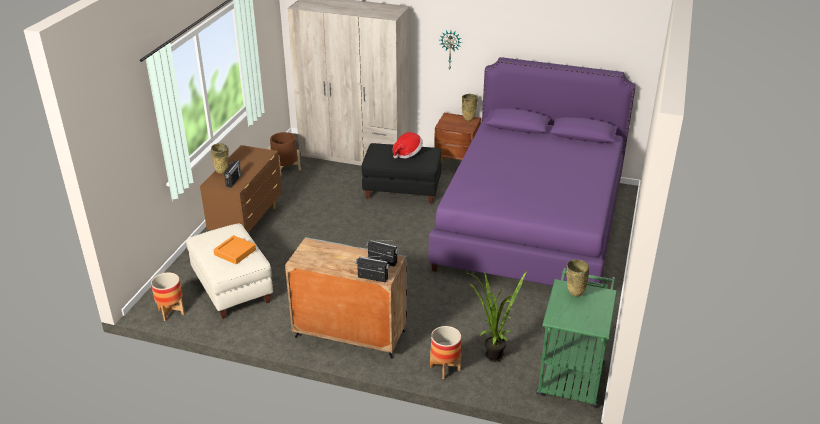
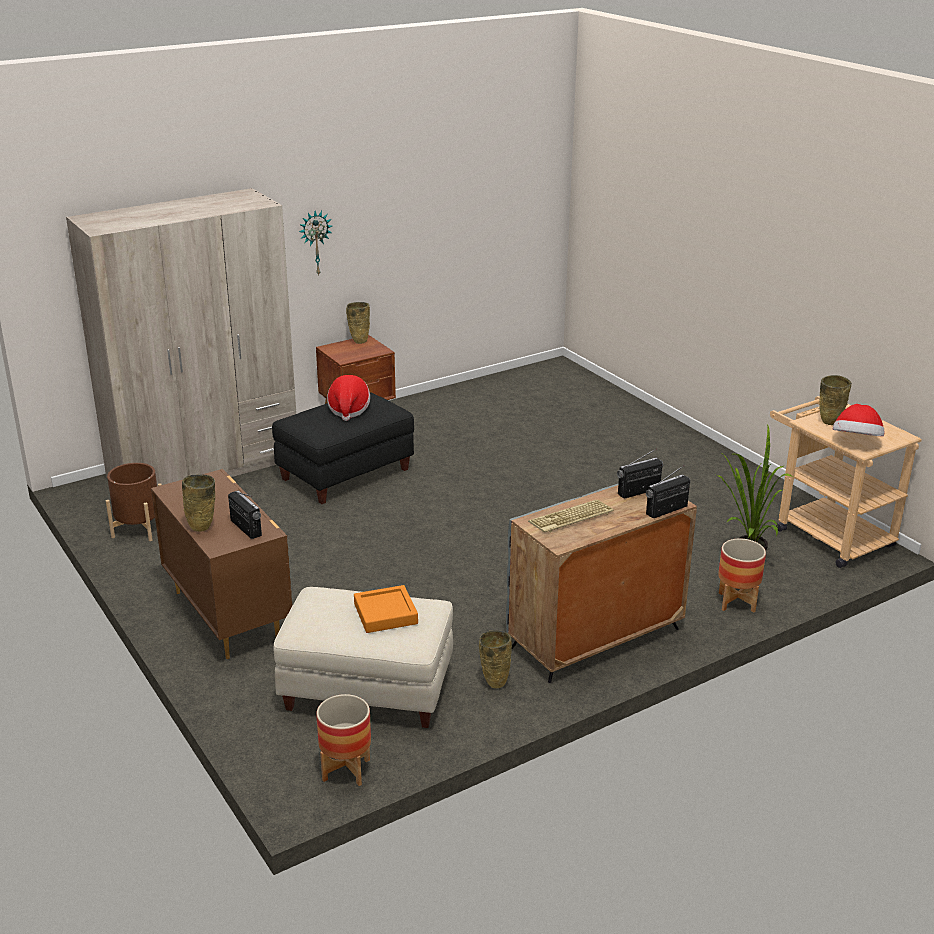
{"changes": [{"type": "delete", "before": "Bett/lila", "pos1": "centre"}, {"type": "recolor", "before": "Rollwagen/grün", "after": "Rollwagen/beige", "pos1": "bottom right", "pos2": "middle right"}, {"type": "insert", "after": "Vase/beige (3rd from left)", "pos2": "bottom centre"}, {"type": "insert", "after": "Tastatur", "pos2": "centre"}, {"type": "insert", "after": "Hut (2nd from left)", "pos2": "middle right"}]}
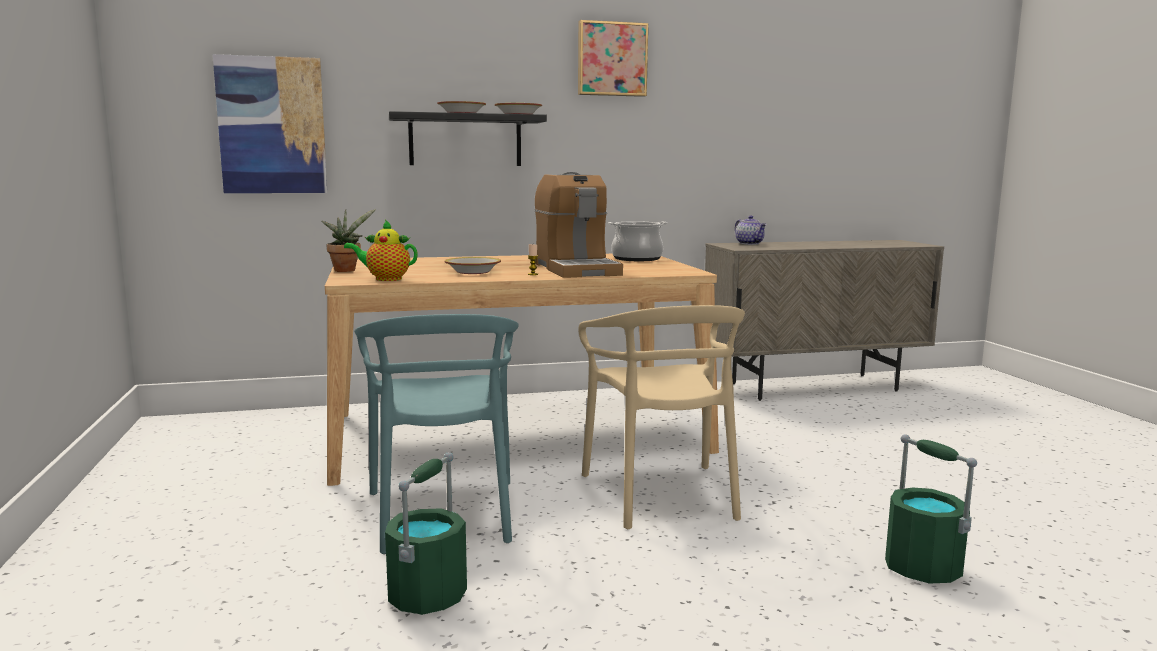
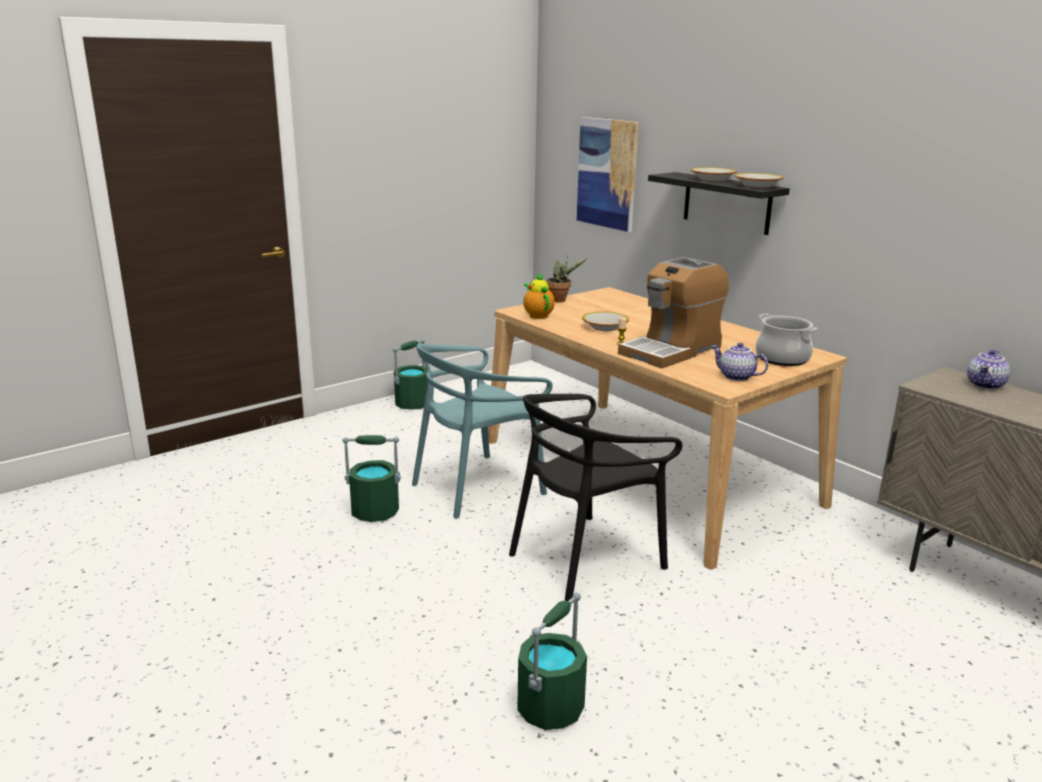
{"changes": [{"type": "delete", "before": "Bild (2nd from left)", "pos1": "top centre"}, {"type": "recolor", "before": "Stuhl/beige", "after": "Stuhl/schwarz", "pos1": "centre", "pos2": "centre"}, {"type": "insert", "after": "Eimer/grün (2nd from left)", "pos2": "centre"}, {"type": "insert", "after": "Teekanne (2nd from left)", "pos2": "middle right"}]}
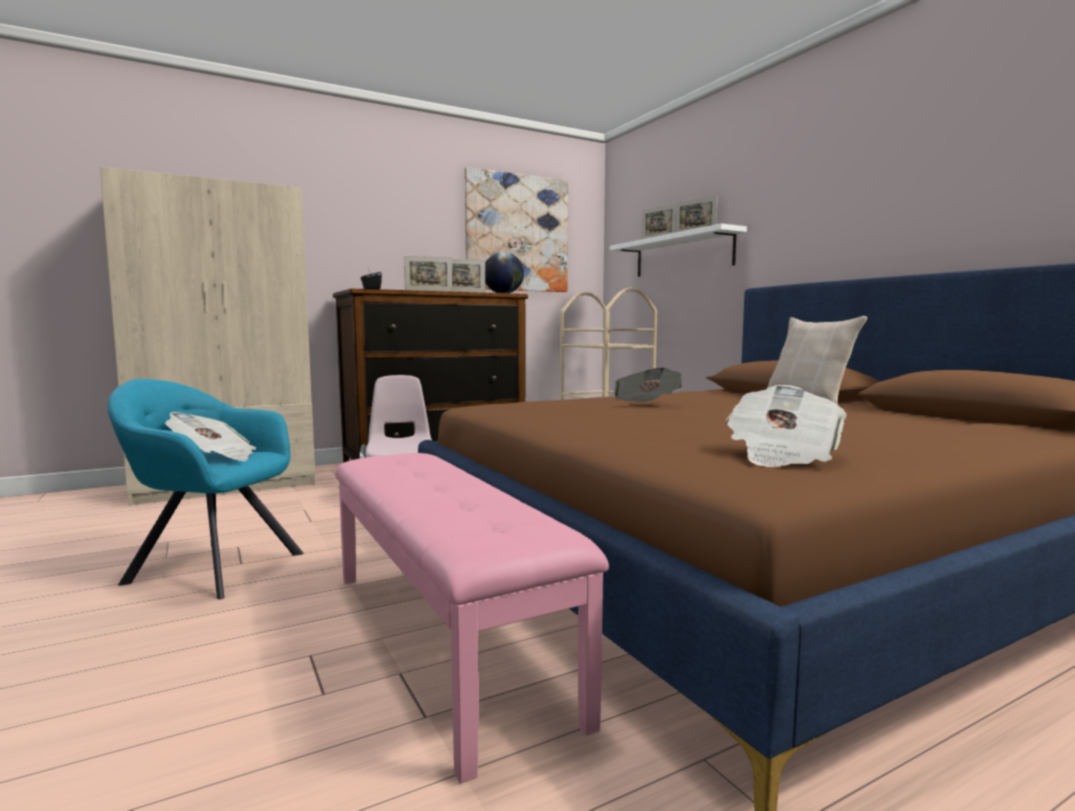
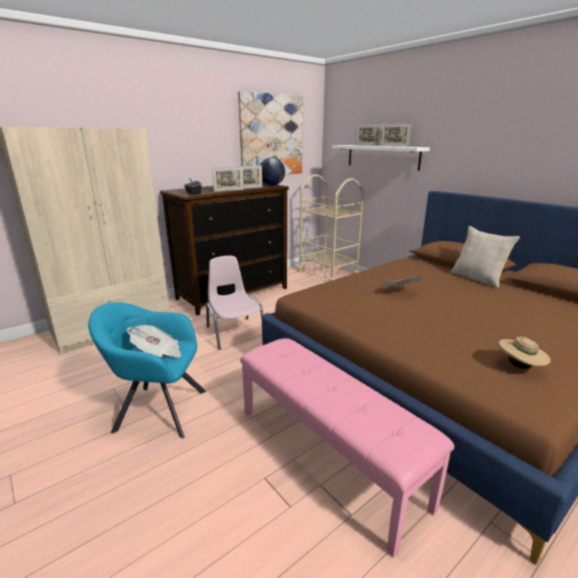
{"changes": [{"type": "replace", "before": "Zeitung (3rd from left)", "after": "Hut/beige", "pos1": "middle right", "pos2": "middle right"}]}
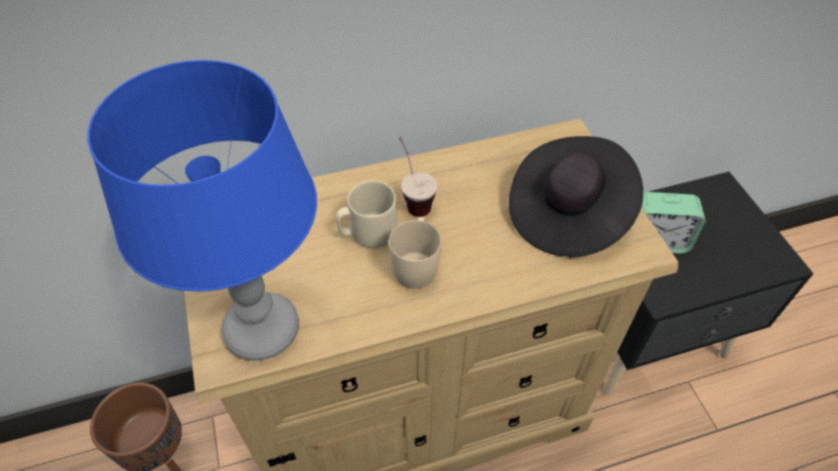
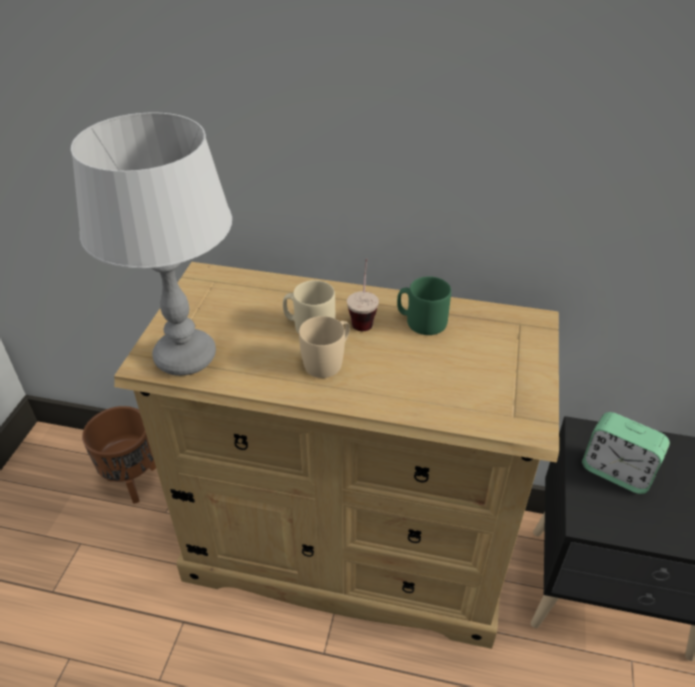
{"changes": [{"type": "recolor", "before": "Tischlampe/blau", "after": "Tischlampe/grau", "pos1": "middle left", "pos2": "middle left"}, {"type": "delete", "before": "Hut/schwarz", "pos1": "middle right"}, {"type": "insert", "after": "Henkelbecher/grün", "pos2": "centre"}]}
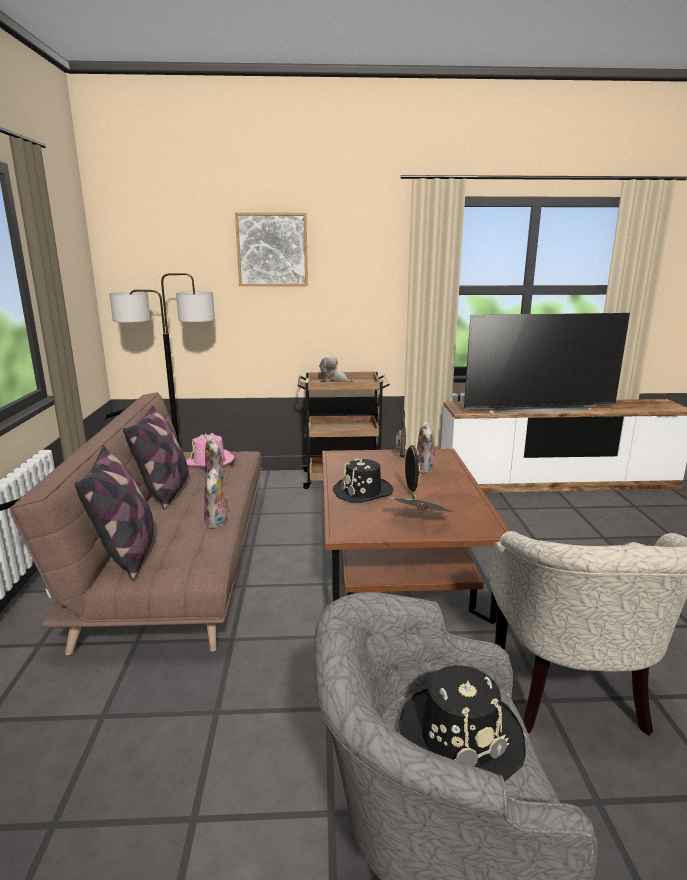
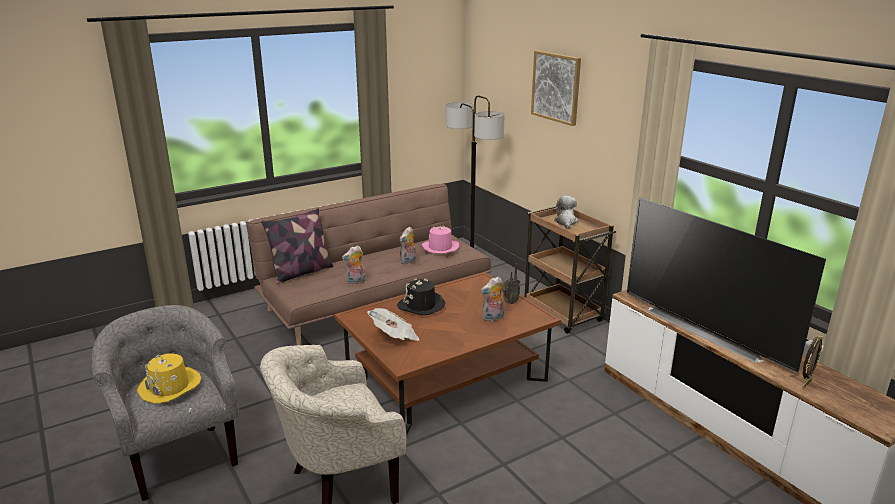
{"changes": [{"type": "delete", "before": "Kissen (2nd from left)", "pos1": "middle left"}, {"type": "recolor", "before": "Hut/schwarz (2nd from left)", "after": "Hut/gelb", "pos1": "bottom right", "pos2": "bottom left"}, {"type": "move", "before": "Bilderrahmen", "pos1": "centre", "pos2": "bottom right"}]}
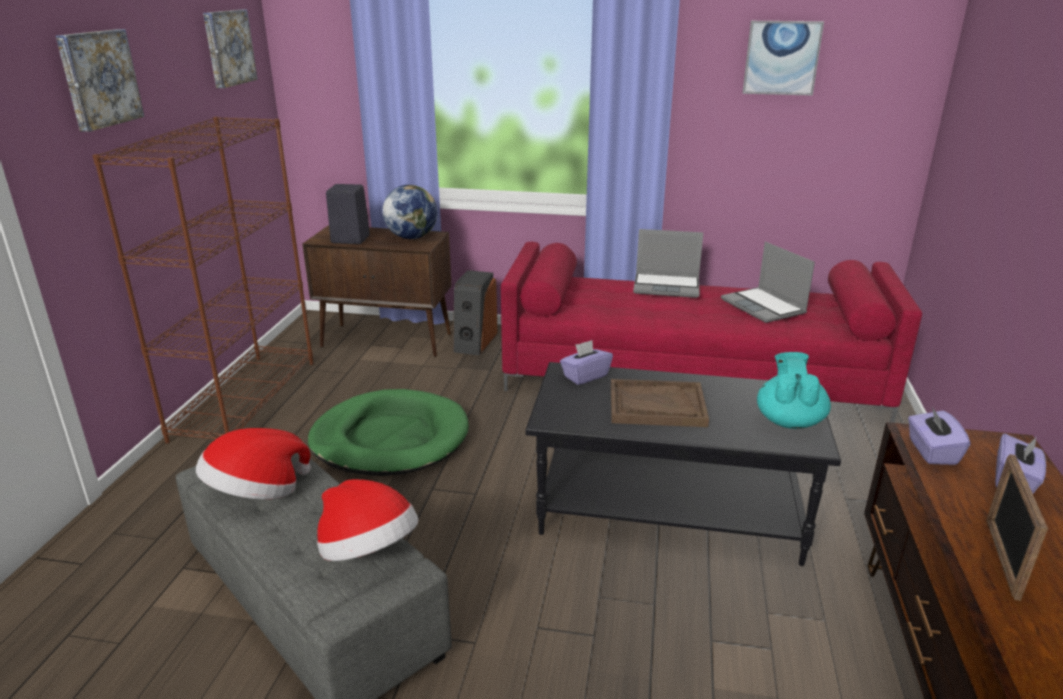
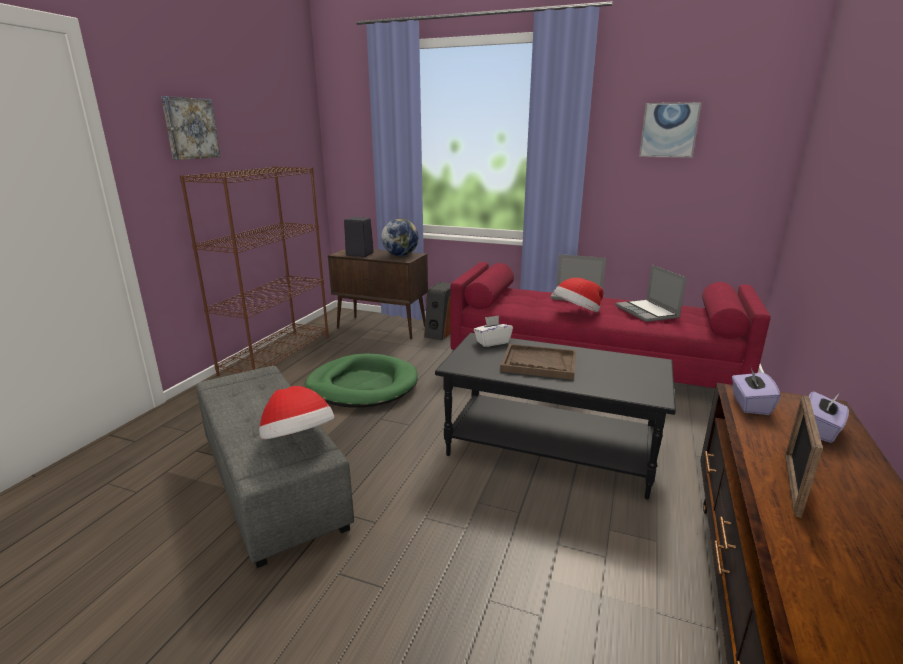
{"changes": [{"type": "move", "before": "Hut (1st from left in the first image)", "after": "Hut (2nd from left)", "pos1": "middle left", "pos2": "centre"}, {"type": "delete", "before": "Bild (2nd from left)", "pos1": "top left"}, {"type": "recolor", "before": "Taschentuchbox/lila (1st from left)", "after": "Taschentuchbox/weiß", "pos1": "centre", "pos2": "centre"}, {"type": "delete", "before": "Teekanne/türkis", "pos1": "middle right"}]}
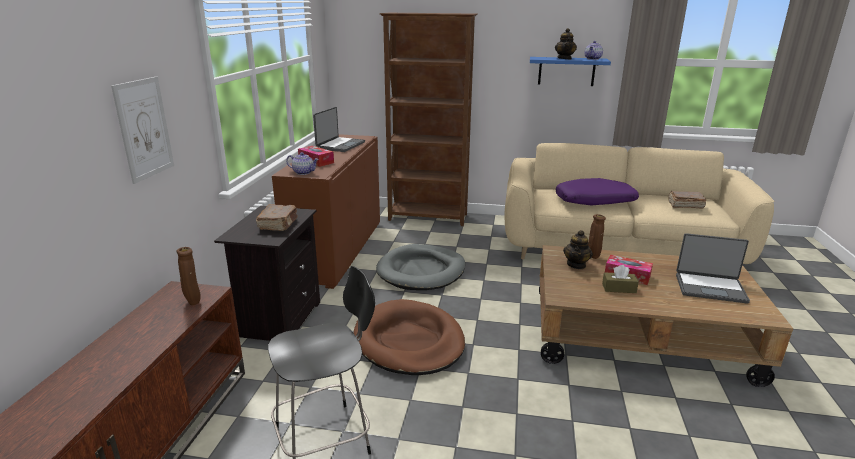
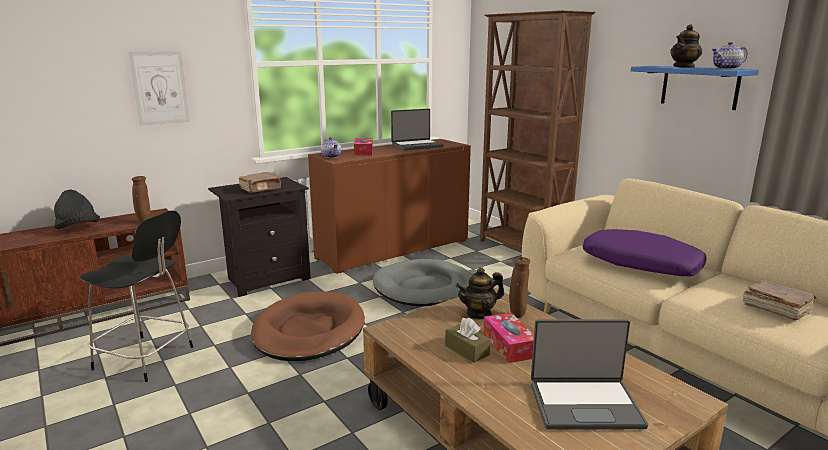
{"changes": [{"type": "rotate", "before": "Laptop (2nd from left)", "pos1": "middle right", "pos2": "bottom right", "turn": -60}, {"type": "insert", "after": "Hut/schwarz", "pos2": "middle left"}]}
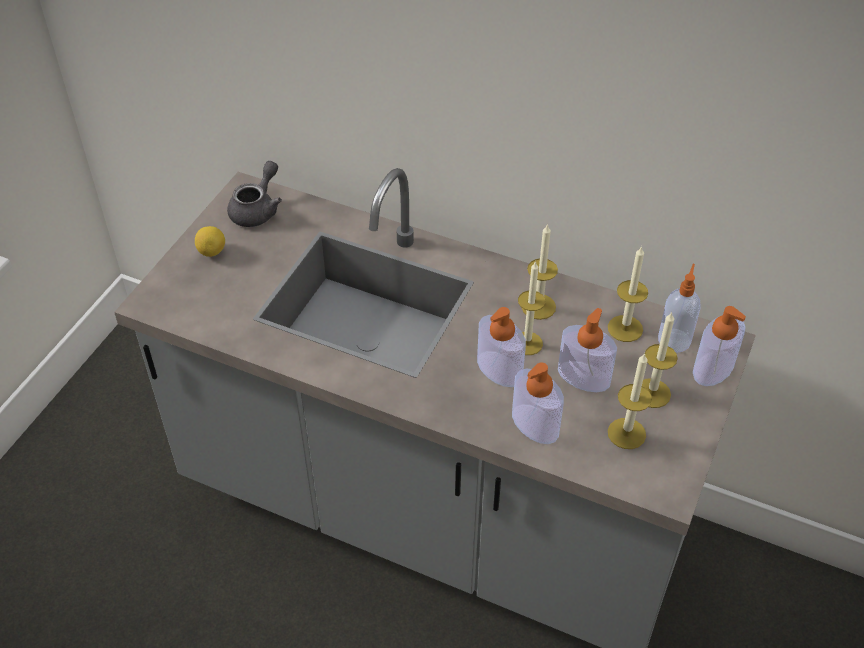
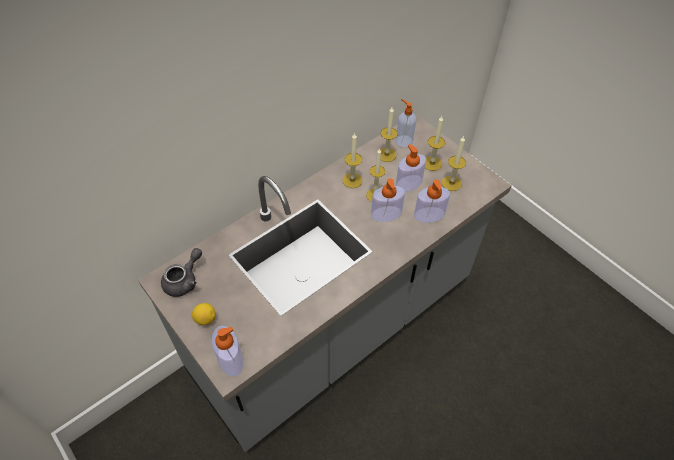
{"changes": [{"type": "rotate", "before": "Teekanne/grau", "pos1": "top left", "pos2": "middle left", "turn": 75}, {"type": "move", "before": "Seifenspender (5th from left in the first image)", "after": "Seifenspender (1st from left)", "pos1": "middle right", "pos2": "bottom centre"}]}
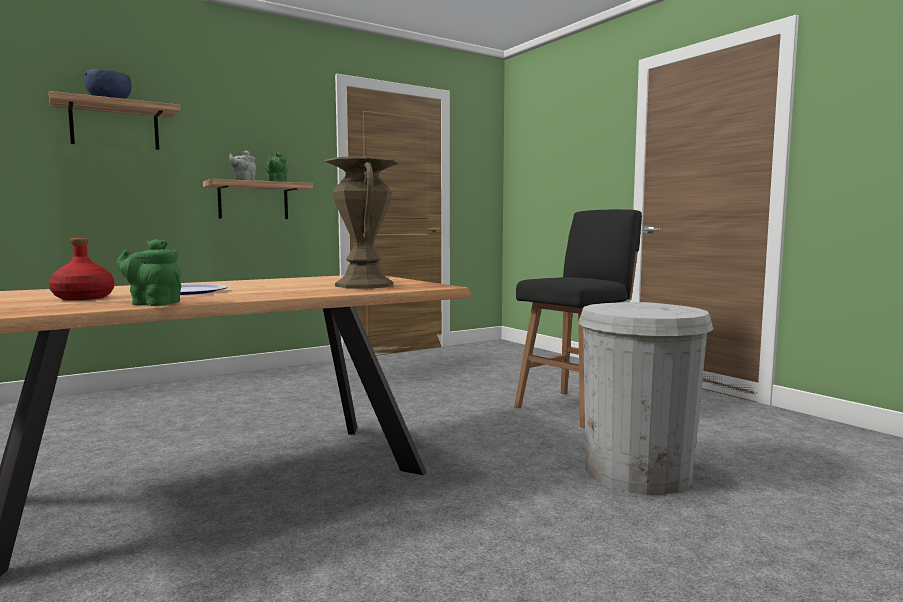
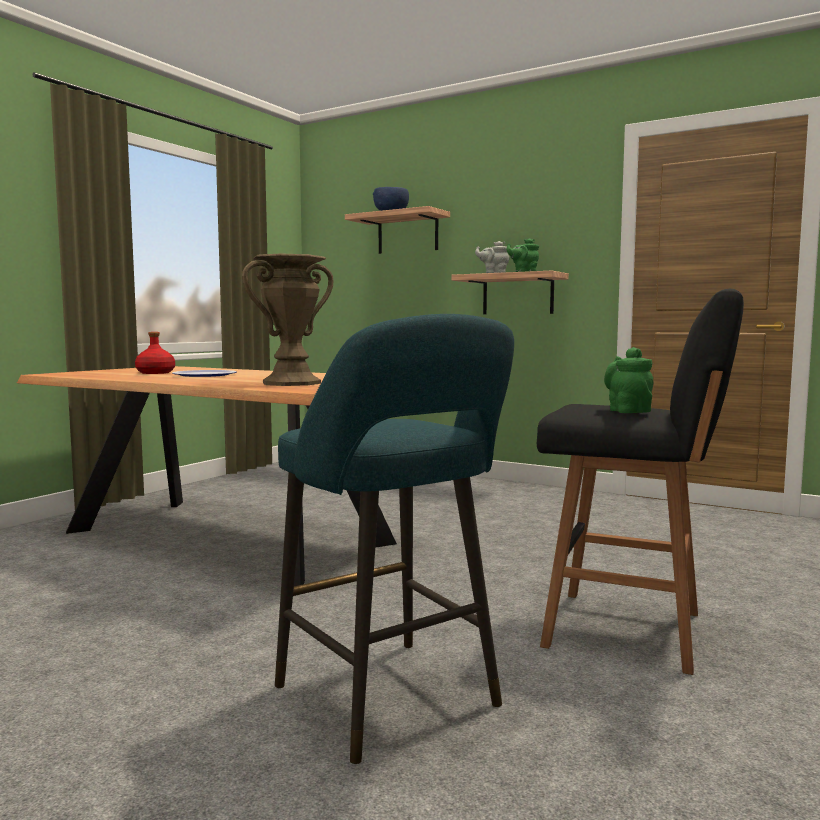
{"changes": [{"type": "move", "before": "Teekanne/grün (1st from left in the first image)", "after": "Teekanne/grün (2nd from left)", "pos1": "middle left", "pos2": "middle right"}, {"type": "replace", "before": "Mülleimer/weiß", "after": "Hocker/türkis", "pos1": "middle right", "pos2": "centre"}]}
